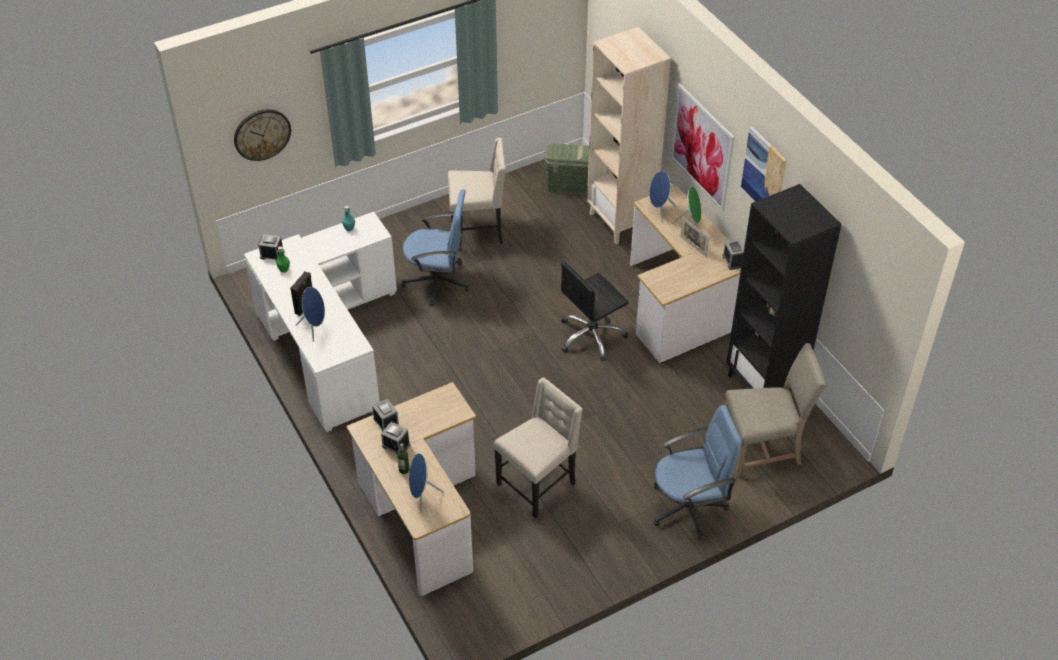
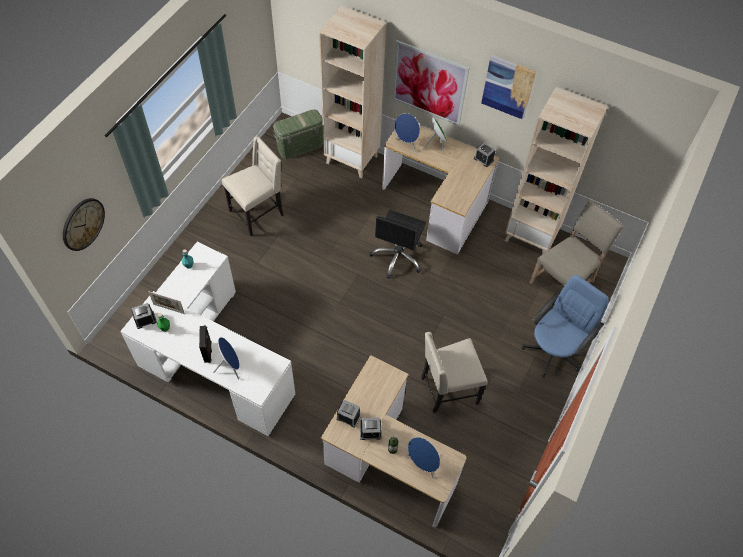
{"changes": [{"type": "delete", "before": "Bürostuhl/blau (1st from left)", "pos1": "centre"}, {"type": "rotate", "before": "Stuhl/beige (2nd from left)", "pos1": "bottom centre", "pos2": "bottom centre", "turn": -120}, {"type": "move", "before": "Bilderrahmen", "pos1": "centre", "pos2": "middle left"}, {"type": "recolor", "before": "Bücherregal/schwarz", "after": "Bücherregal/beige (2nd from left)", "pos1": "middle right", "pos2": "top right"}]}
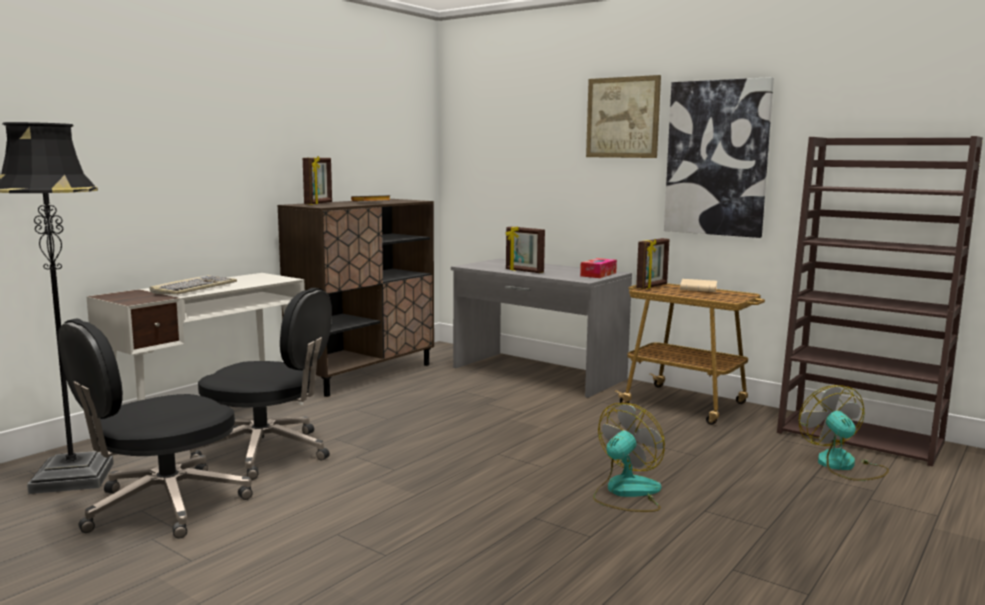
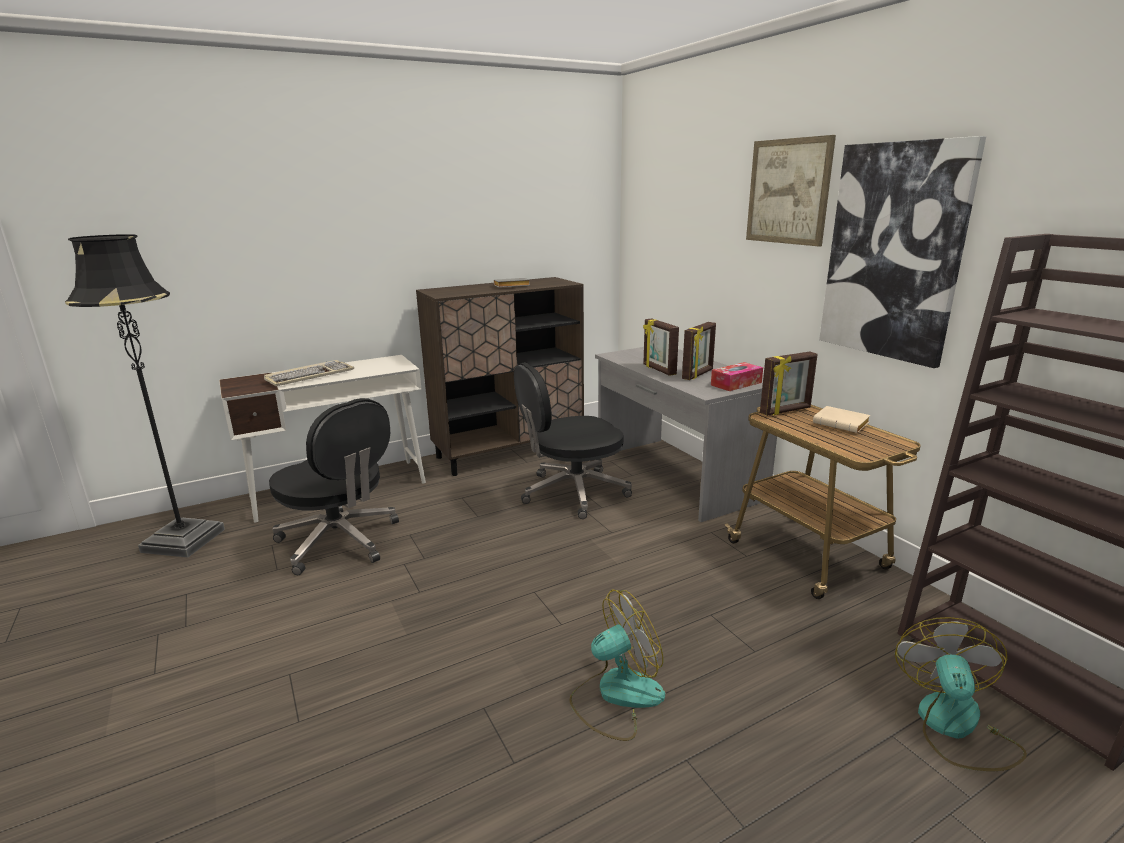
{"changes": [{"type": "move", "before": "Bürostuhl/schwarz (1st from left in the first image)", "after": "Bürostuhl/schwarz (2nd from left)", "pos1": "bottom left", "pos2": "centre"}, {"type": "move", "before": "Bilderrahmen (1st from left in the first image)", "after": "Bilderrahmen (2nd from left)", "pos1": "top left", "pos2": "centre"}]}
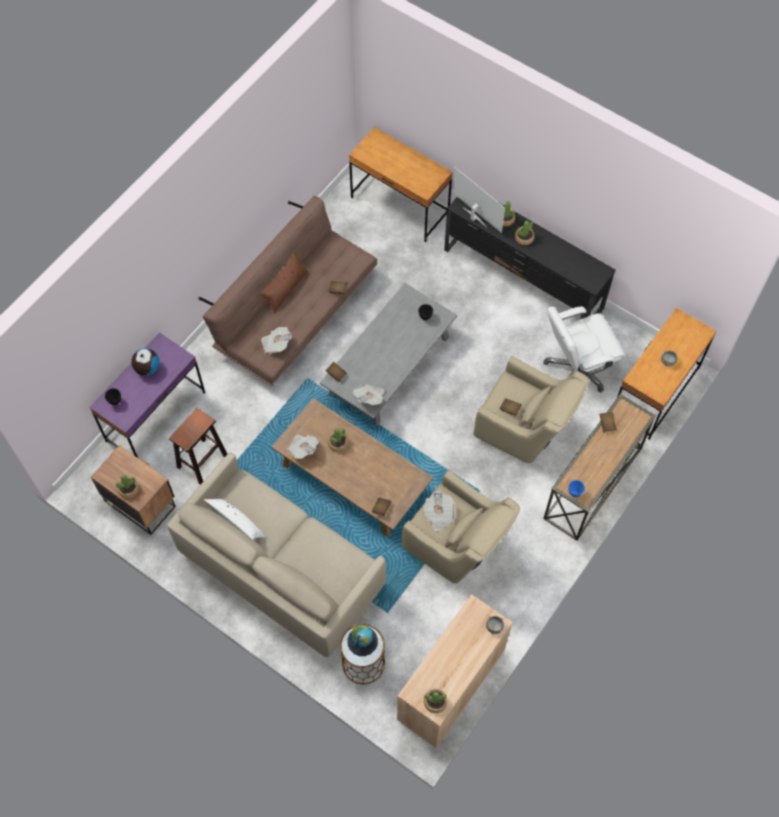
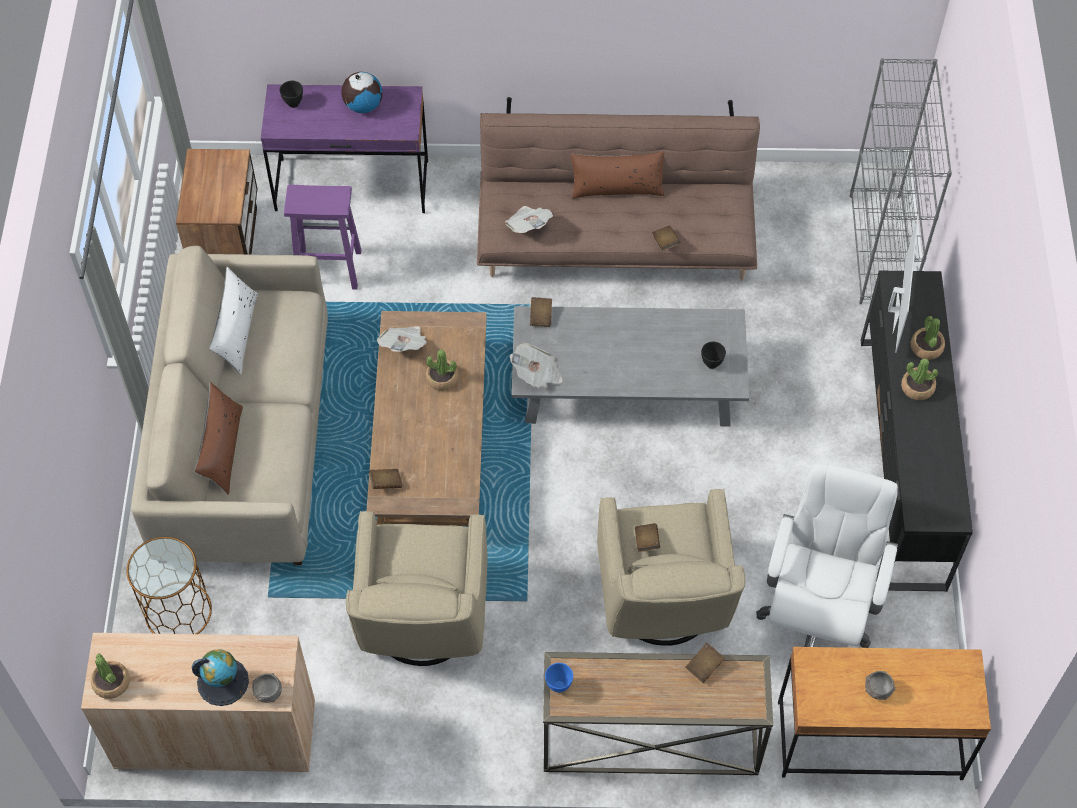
{"changes": [{"type": "delete", "before": "Topfpflanze (1st from left)", "pos1": "middle left"}, {"type": "recolor", "before": "Hocker/braun", "after": "Hocker/lila", "pos1": "middle left", "pos2": "top left"}, {"type": "move", "before": "Globus (2nd from left in the first image)", "after": "Globus (1st from left)", "pos1": "bottom centre", "pos2": "bottom left"}, {"type": "replace", "before": "Schreibtisch/braun (1st from left)", "after": "Bücherregal/grau", "pos1": "top centre", "pos2": "top right"}, {"type": "delete", "before": "Zeitung (4th from left)", "pos1": "centre"}, {"type": "rotate", "before": "Bürostuhl/weiß", "pos1": "middle right", "pos2": "bottom right", "turn": 75}, {"type": "insert", "after": "Kissen/braun (1st from left)", "pos2": "middle left"}]}
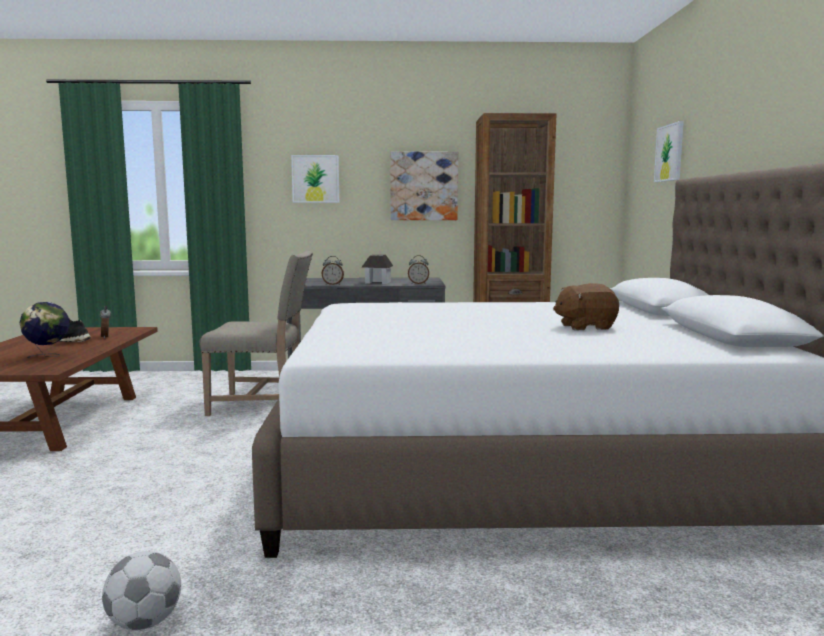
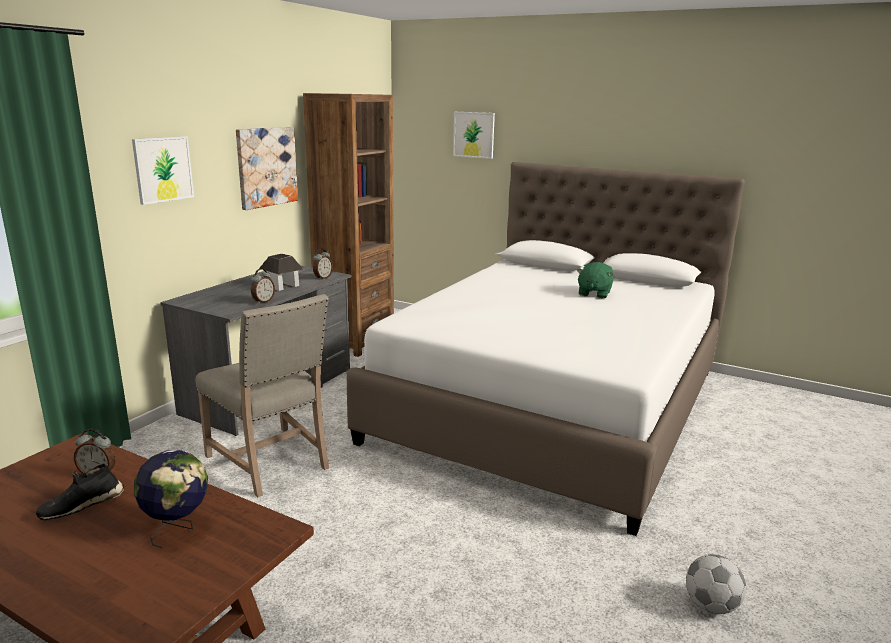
{"changes": [{"type": "rotate", "before": "Stuhl/beige", "pos1": "middle left", "pos2": "middle left", "turn": 105}, {"type": "recolor", "before": "Plüschtier/braun", "after": "Plüschtier/grün", "pos1": "middle right", "pos2": "middle right"}]}
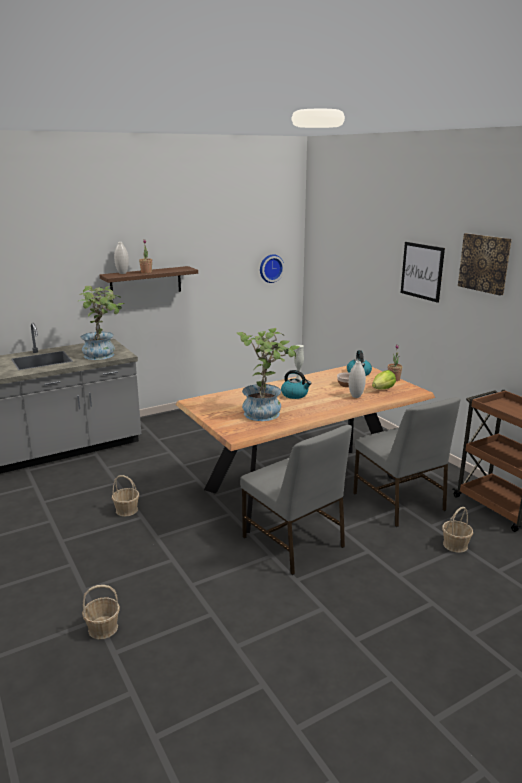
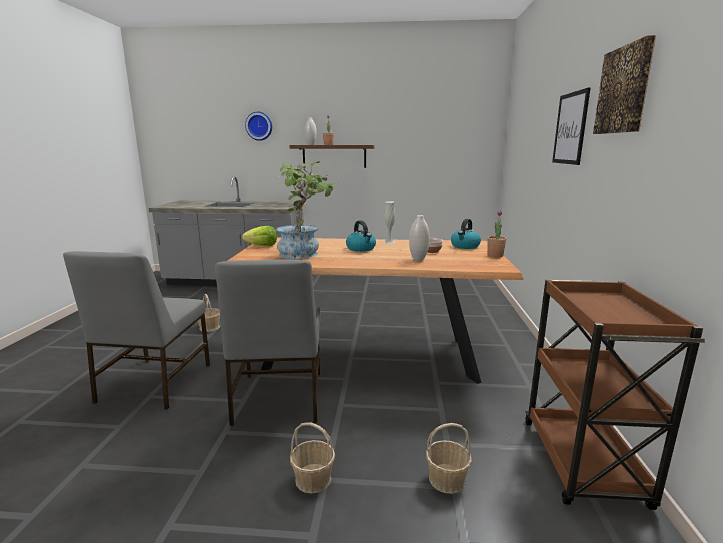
{"changes": [{"type": "delete", "before": "Topfpflanze (1st from left)", "pos1": "middle left"}, {"type": "move", "before": "Korb (1st from left in the first image)", "after": "Korb (2nd from left)", "pos1": "bottom left", "pos2": "bottom centre"}, {"type": "move", "before": "Wanduhr", "pos1": "centre", "pos2": "top centre"}, {"type": "move", "before": "Stuhl/grau (2nd from left in the first image)", "after": "Stuhl/grau (1st from left)", "pos1": "middle right", "pos2": "middle left"}, {"type": "move", "before": "Salatkopf", "pos1": "middle right", "pos2": "centre"}]}
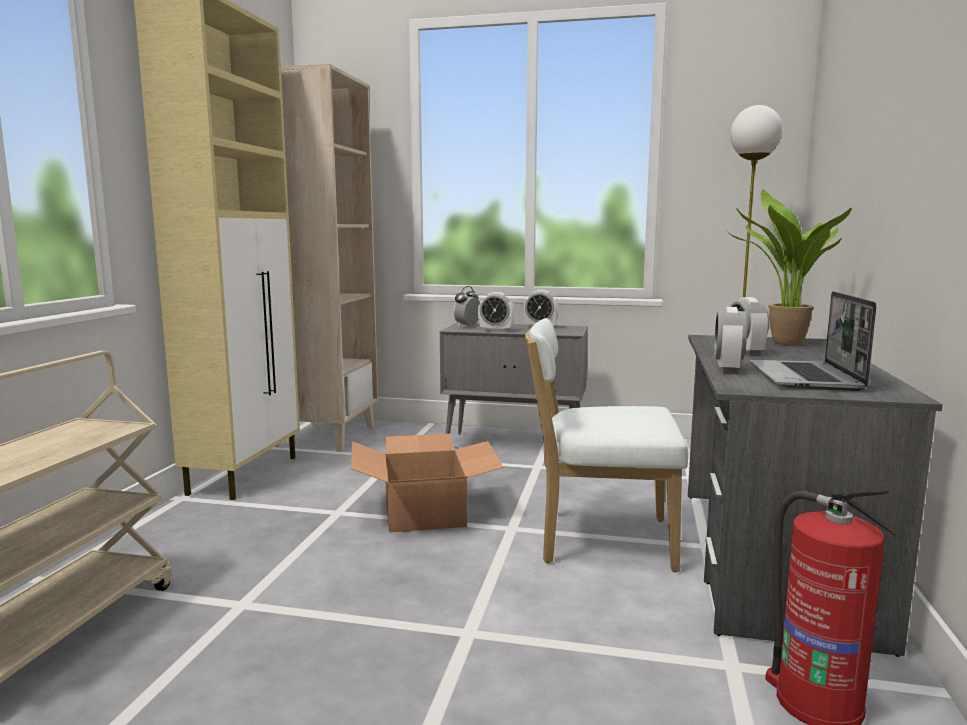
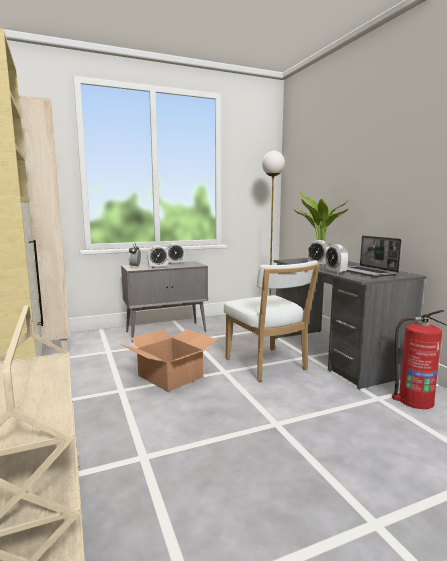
{"changes": [{"type": "rotate", "before": "Stuhl/weiß", "pos1": "centre", "pos2": "centre", "turn": -90}]}
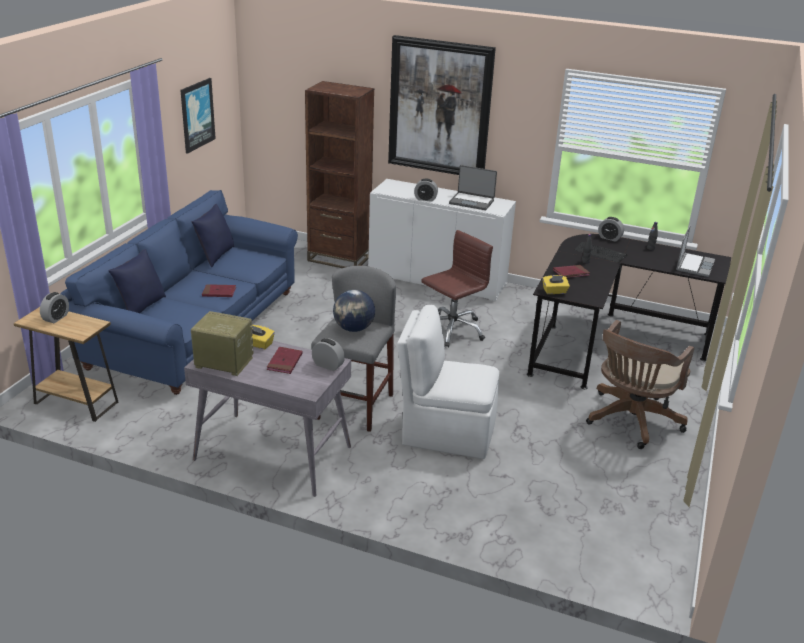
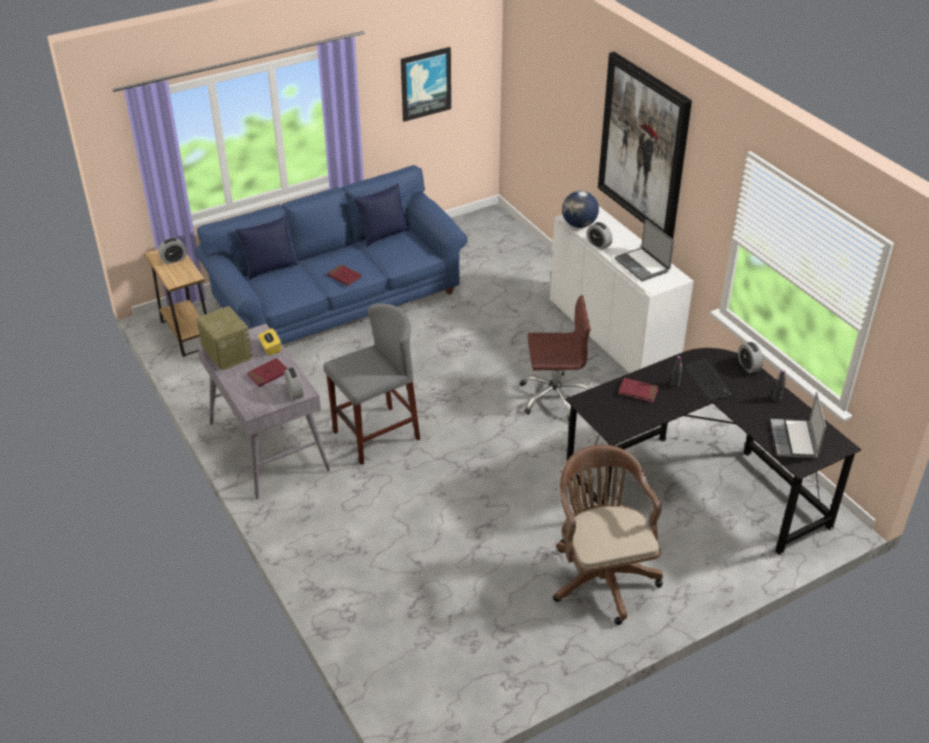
{"changes": [{"type": "delete", "before": "Bücherregal/braun", "pos1": "top centre"}, {"type": "move", "before": "Globus", "pos1": "centre", "pos2": "top centre"}, {"type": "delete", "before": "Stuhl/weiß", "pos1": "centre"}, {"type": "delete", "before": "Taschentuchbox/gelb (2nd from left)", "pos1": "middle right"}, {"type": "rotate", "before": "Bürostuhl/braun (2nd from left)", "pos1": "middle right", "pos2": "bottom centre", "turn": 90}, {"type": "rotate", "before": "Laptop (2nd from left)", "pos1": "middle right", "pos2": "middle right", "turn": 120}]}
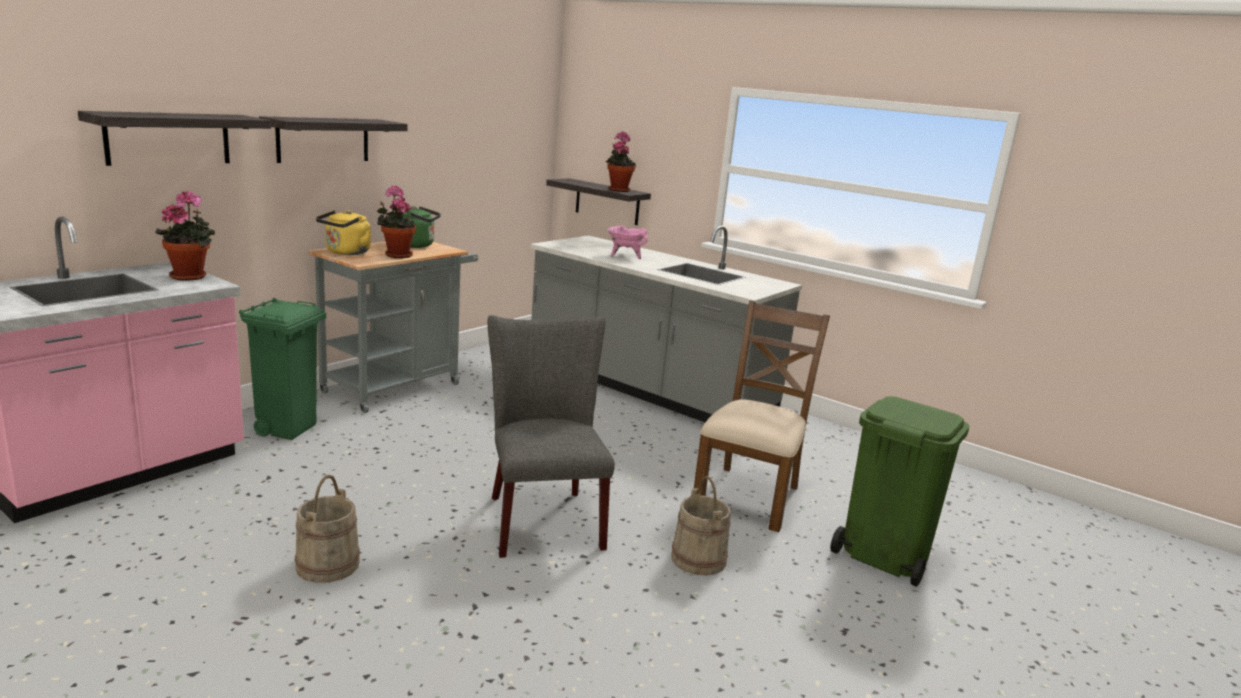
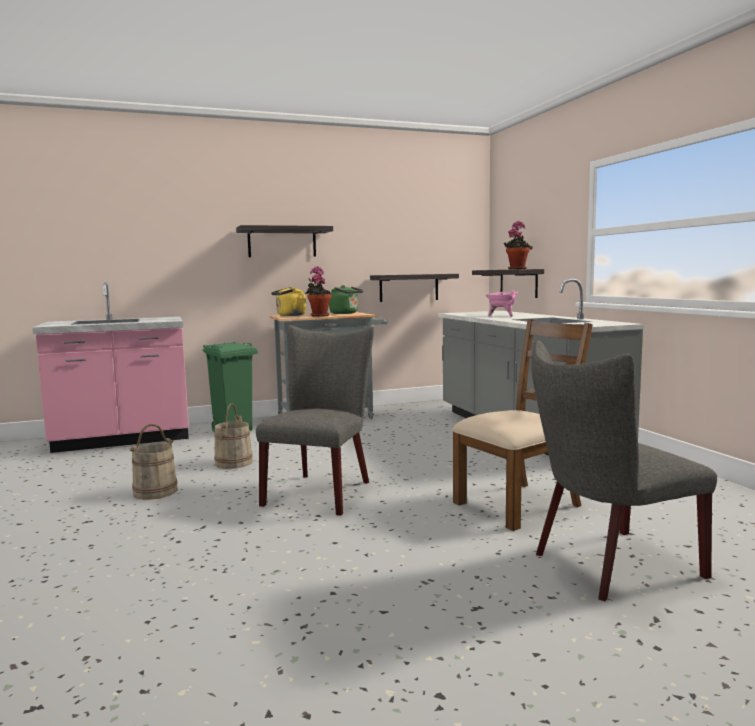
{"changes": [{"type": "move", "before": "Wandregal (1st from left in the first image)", "after": "Wandregal (2nd from left)", "pos1": "top left", "pos2": "centre"}, {"type": "delete", "before": "Topfpflanze (1st from left)", "pos1": "middle left"}, {"type": "move", "before": "Eimer/beige (2nd from left)", "pos1": "bottom centre", "pos2": "middle left"}, {"type": "replace", "before": "Mülleimer/grün (2nd from left)", "after": "Stuhl/grau (2nd from left)", "pos1": "bottom right", "pos2": "middle right"}]}
